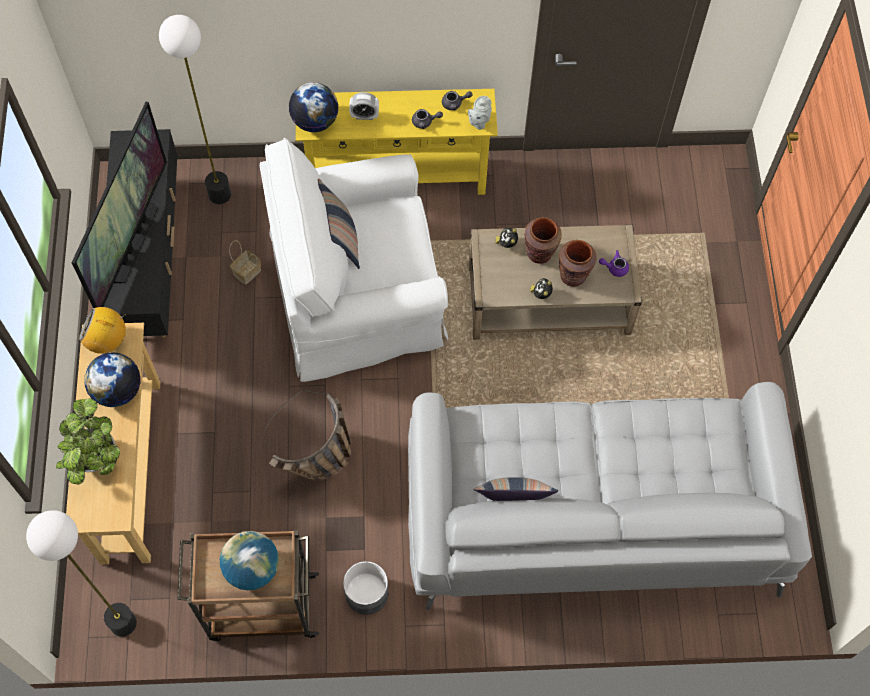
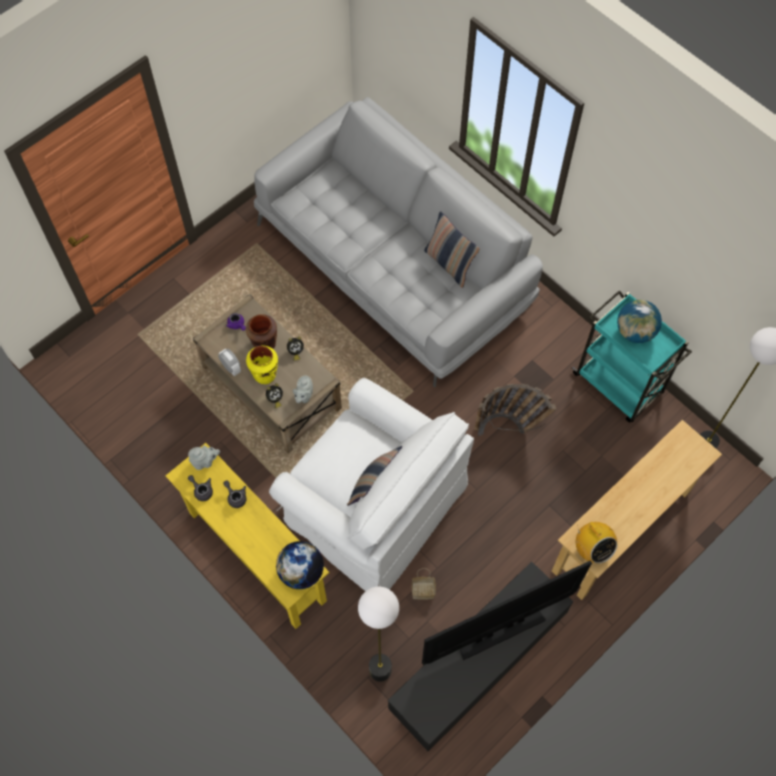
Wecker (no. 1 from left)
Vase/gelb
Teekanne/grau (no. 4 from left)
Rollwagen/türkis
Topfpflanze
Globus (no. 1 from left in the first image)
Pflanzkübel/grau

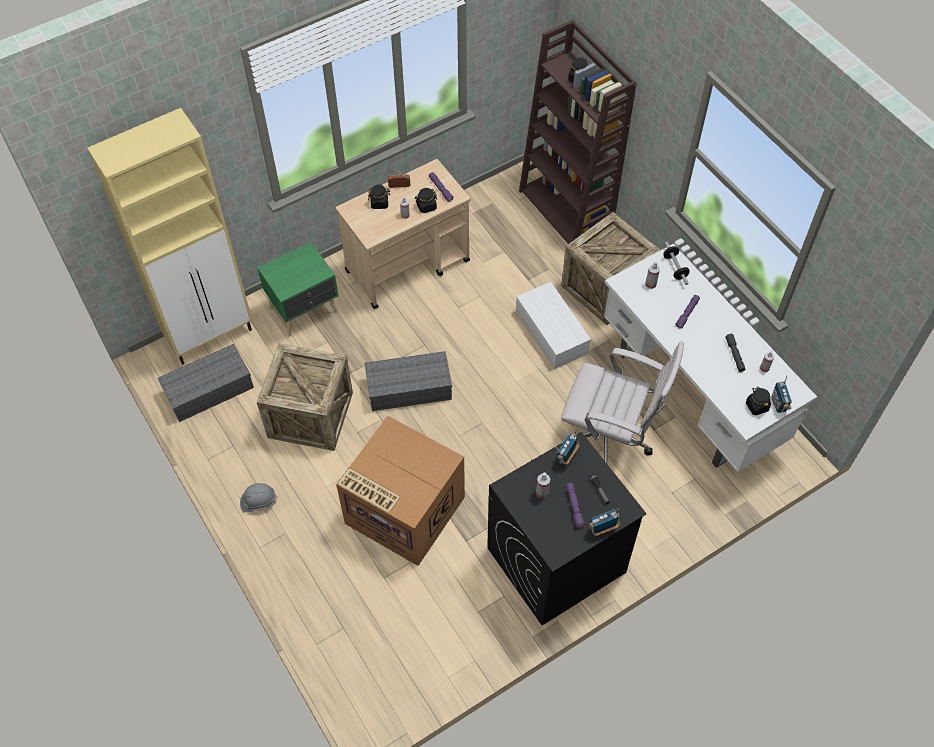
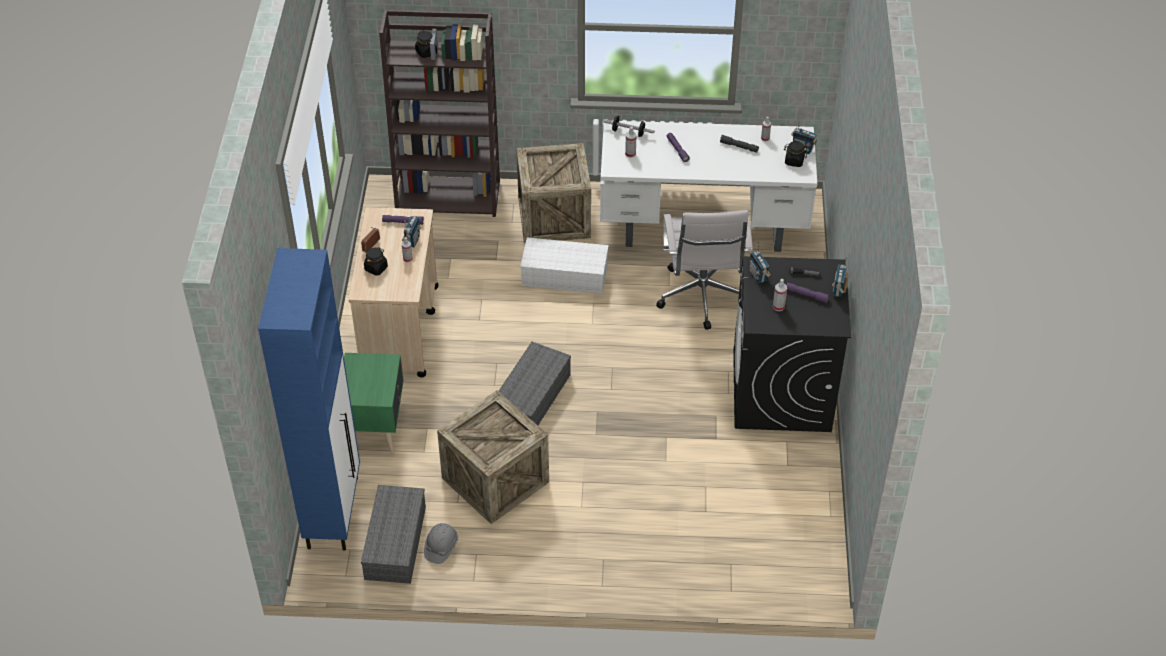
Schrank/blau
Radio (no. 2 from left)
Schutzhelm/grau
Bürostuhl/weiß
Karton

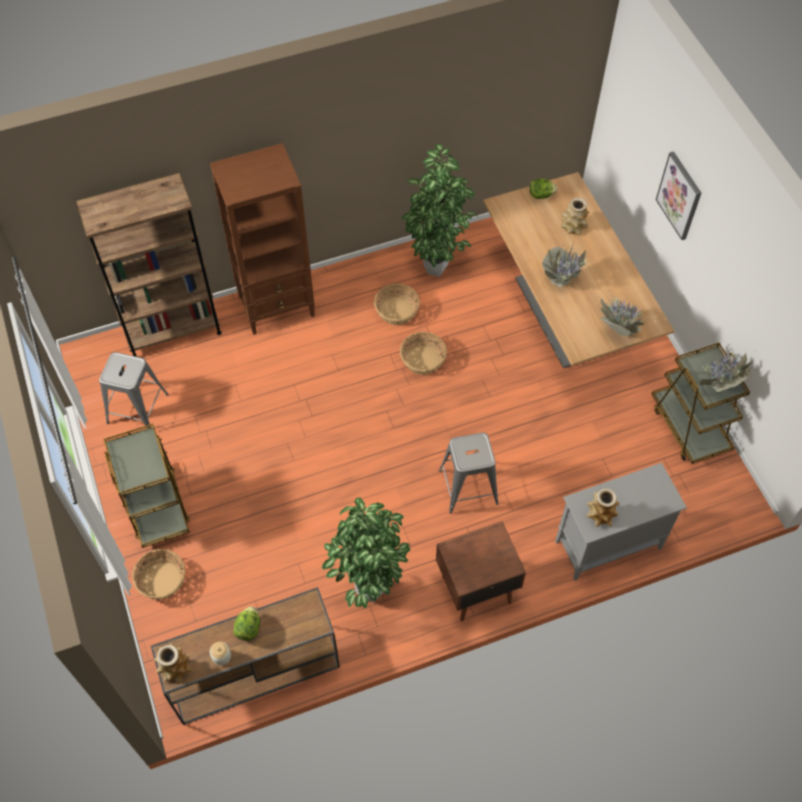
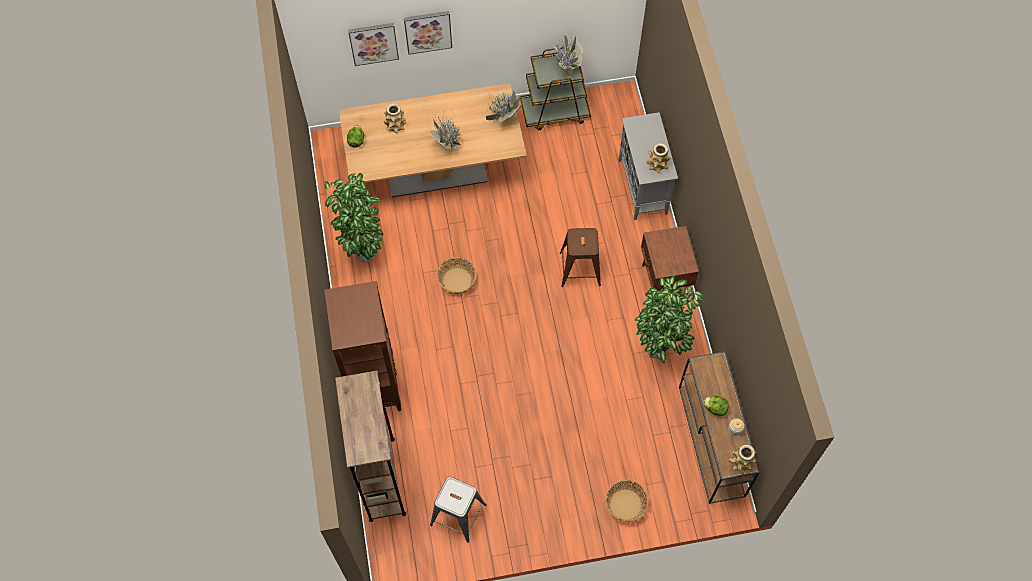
Bild (no. 1 from left)
Hocker/braun
Rollwagen/braun (no. 1 from left in the first image)
Korb (no. 2 from left in the first image)

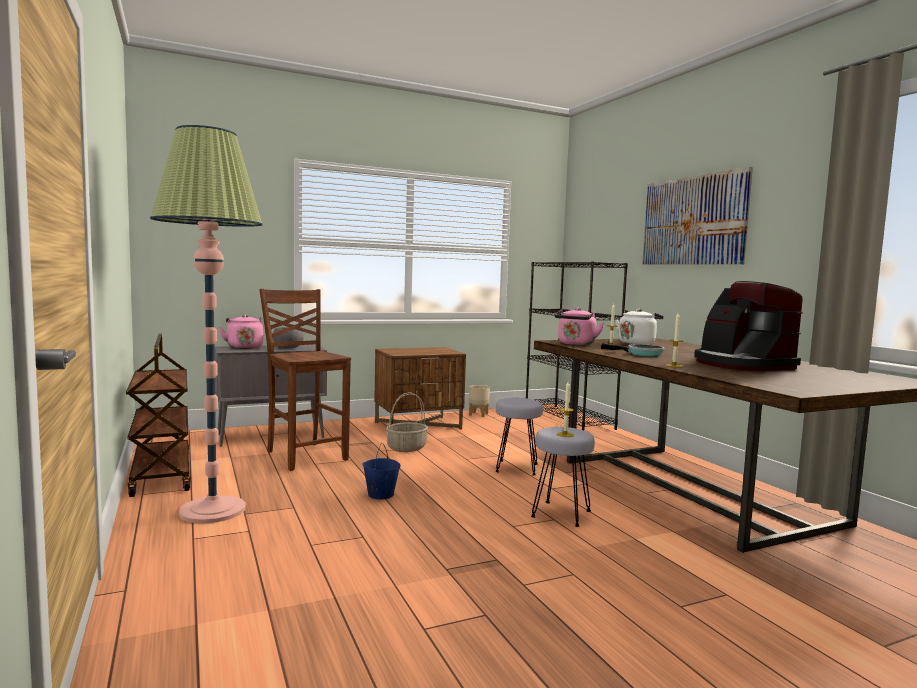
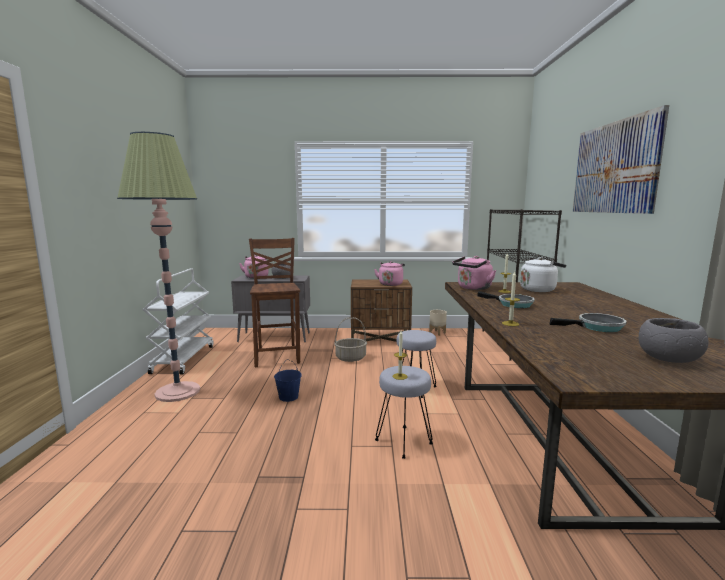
Rollwagen/weiß
Wasserkessel/rosa (no. 2 from left)
Pfanne (no. 2 from left)
Schüssel/grau (no. 2 from left)

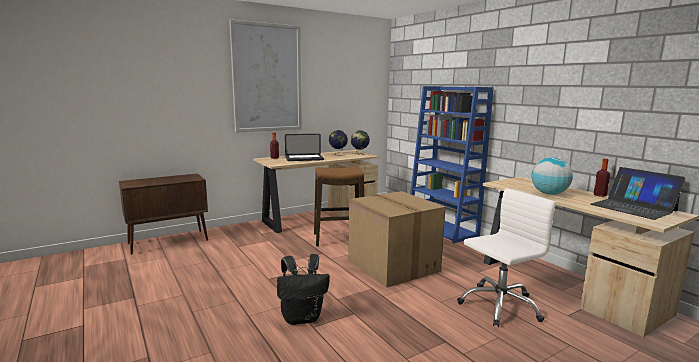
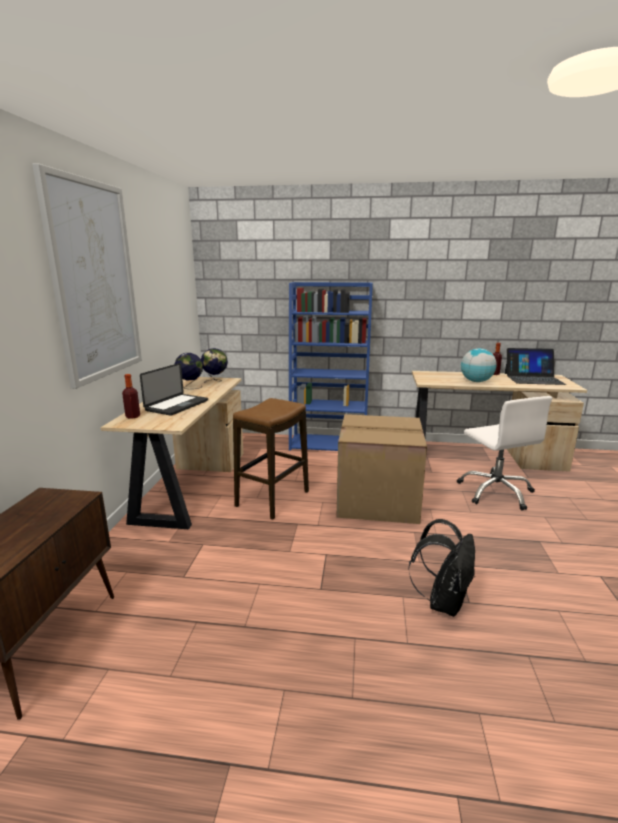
Bürostuhl/weiß

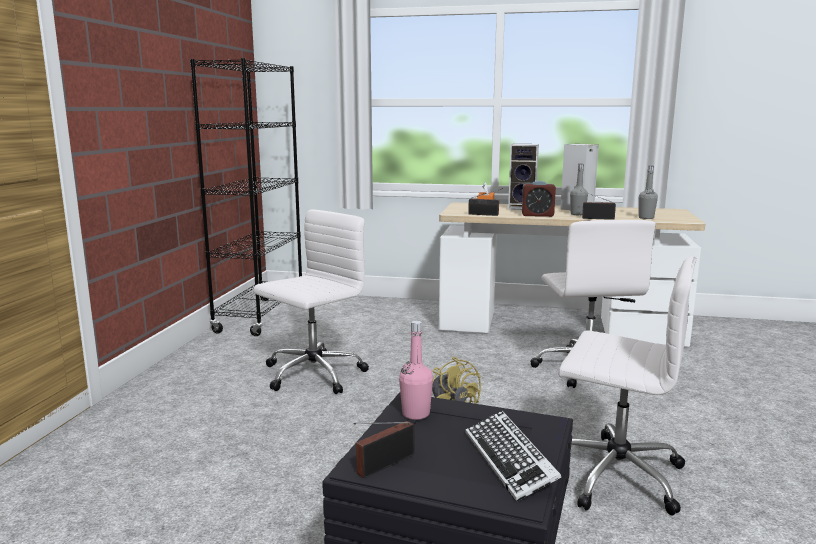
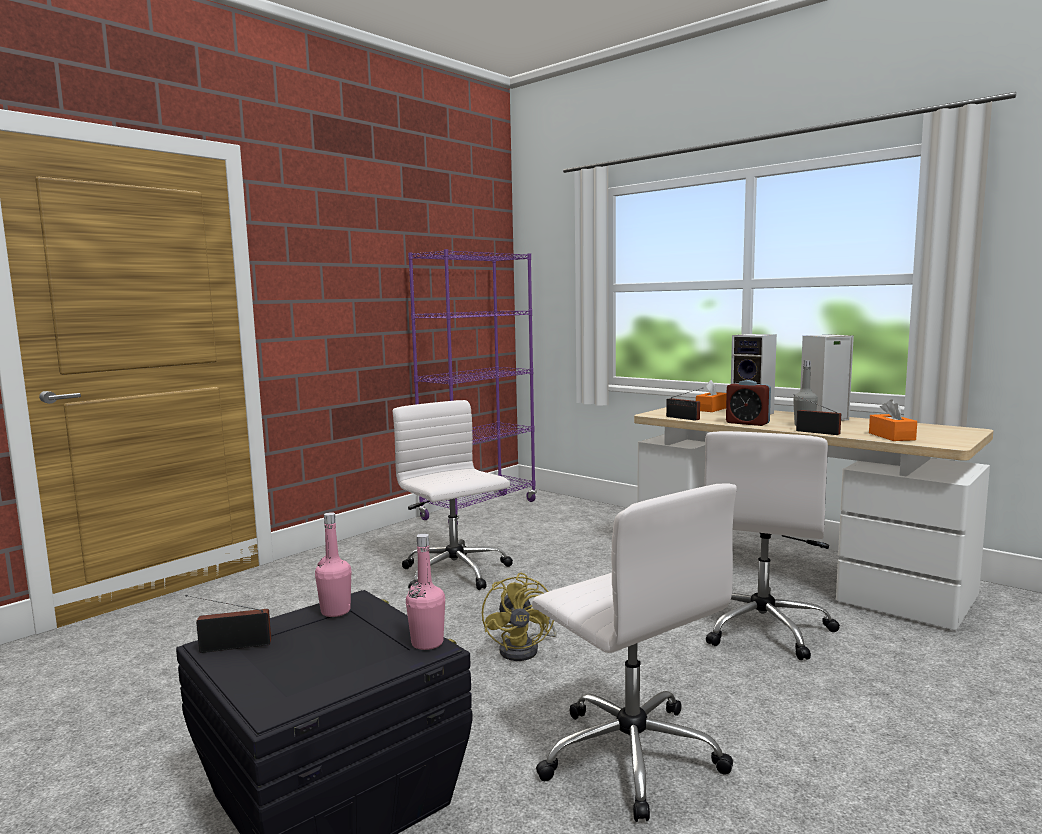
Bürostuhl/weiß (no. 1 from left)
Flasche/rosa (no. 2 from left)
Bücherregal/lila
Taschentuchbox/orange (no. 2 from left)
Tastatur

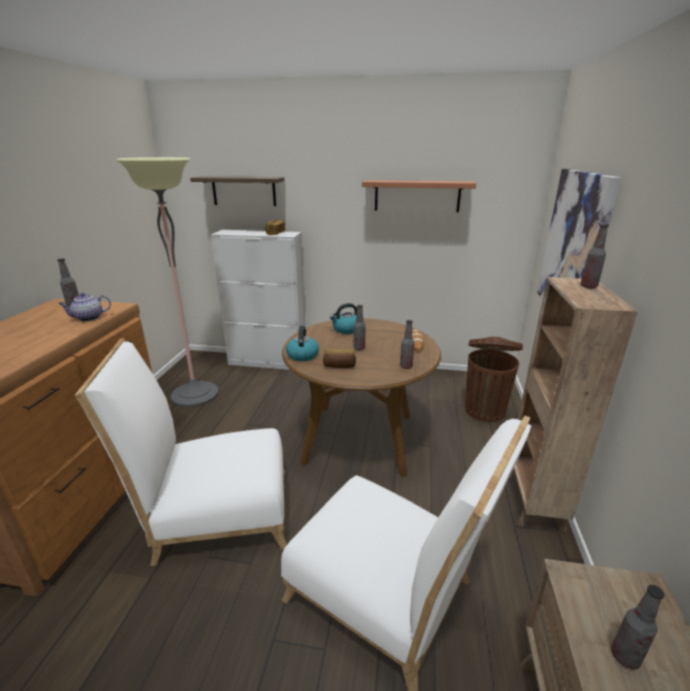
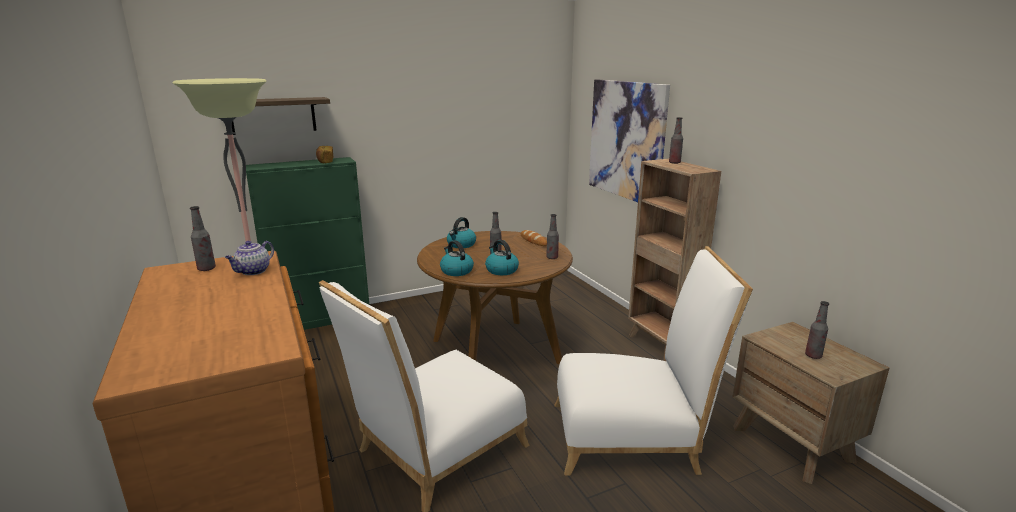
Schrank/grün
Wasserkessel (no. 3 from left)
Wandregal (no. 2 from left in the first image)
Mülleimer/braun

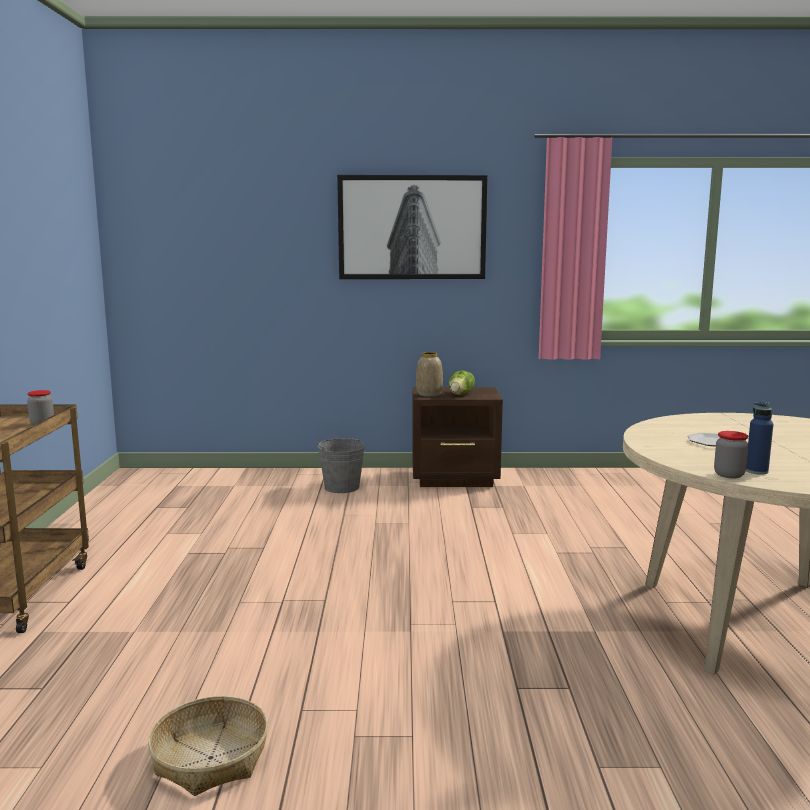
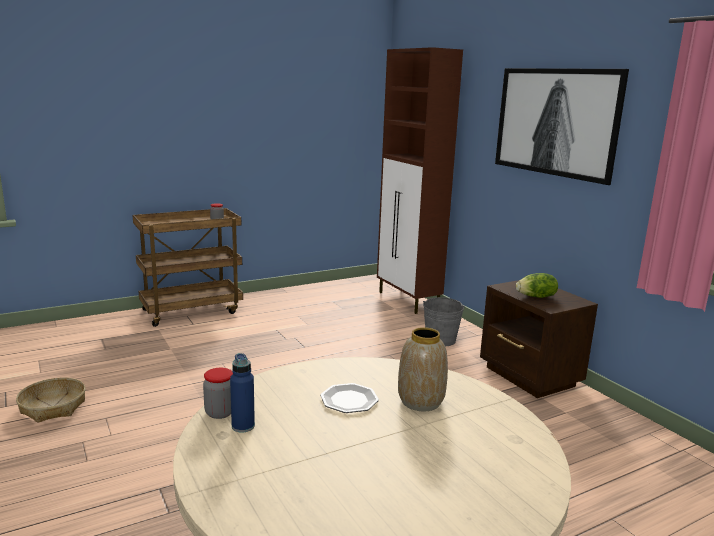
Schrank/braun
Vase

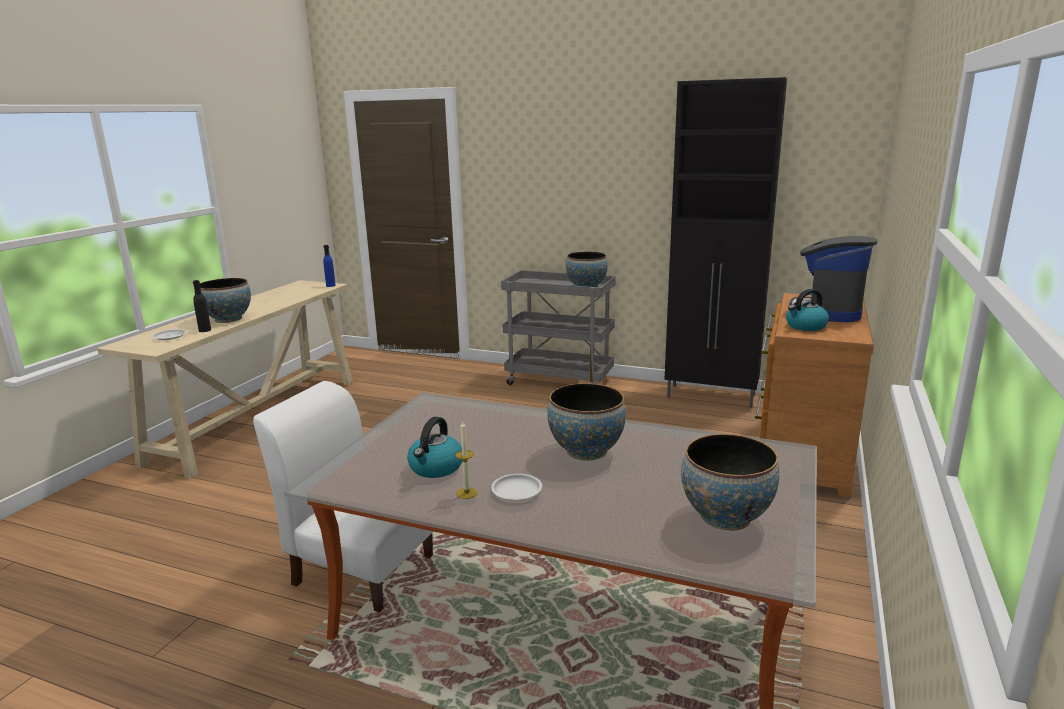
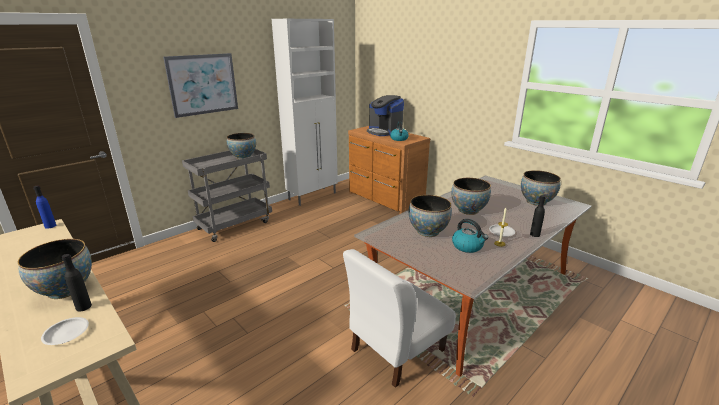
Bild
Schrank/weiß
Schüssel (no. 3 from left)
Flasche/schwarz (no. 2 from left)

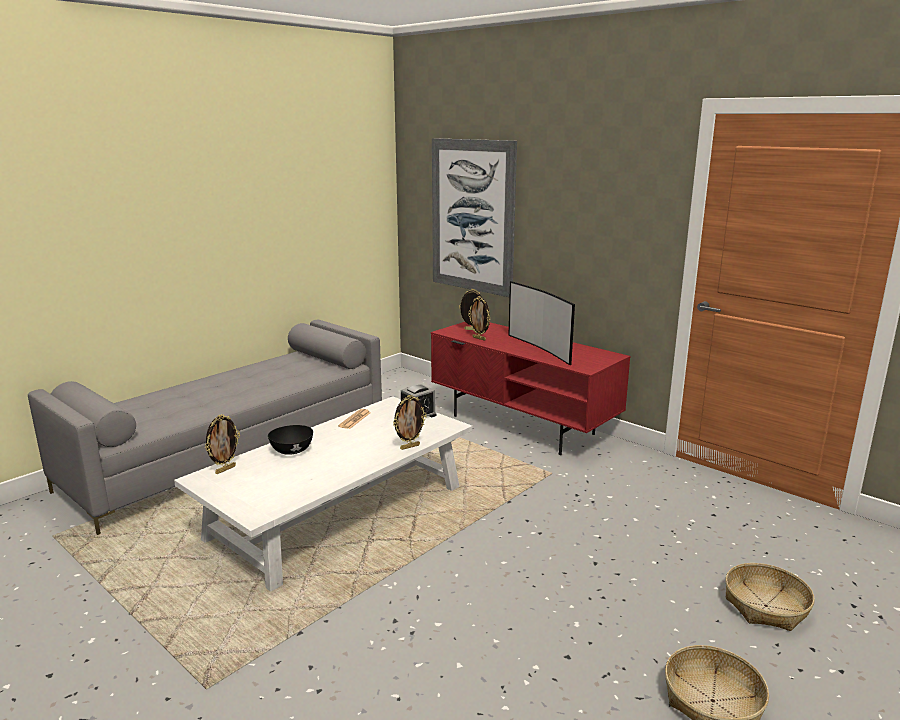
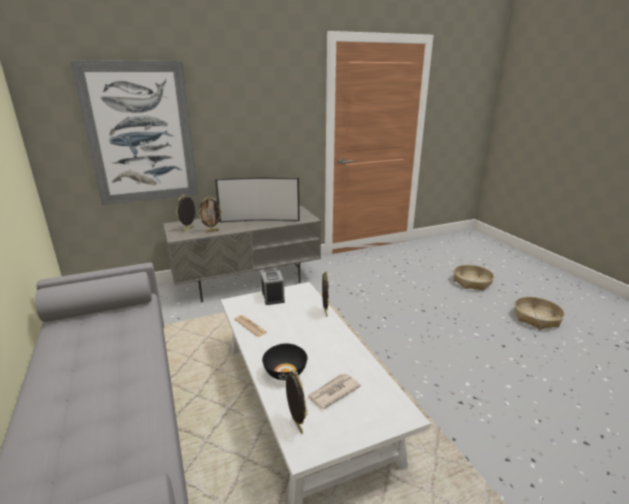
Fernsehschrank/grau
Zeitung (no. 2 from left)

